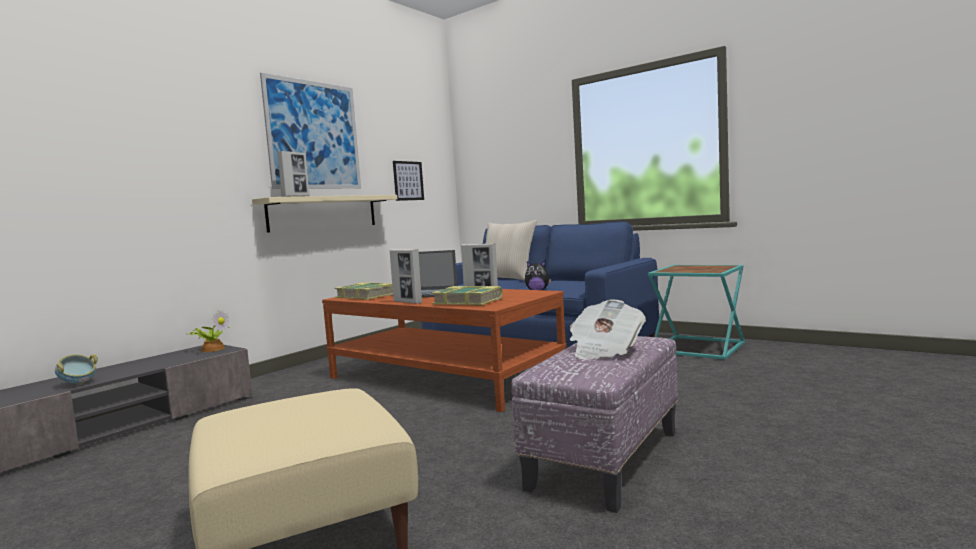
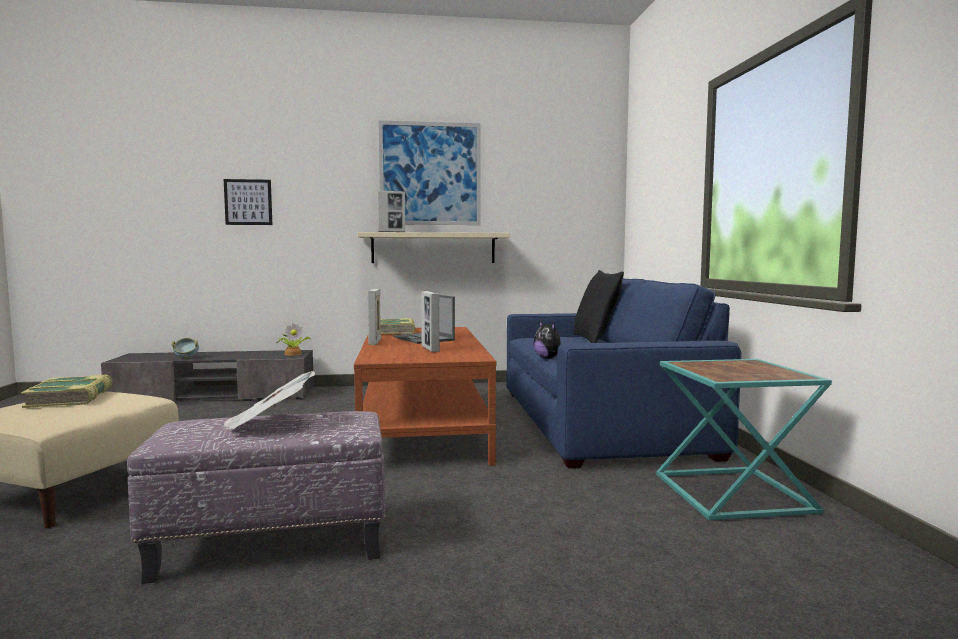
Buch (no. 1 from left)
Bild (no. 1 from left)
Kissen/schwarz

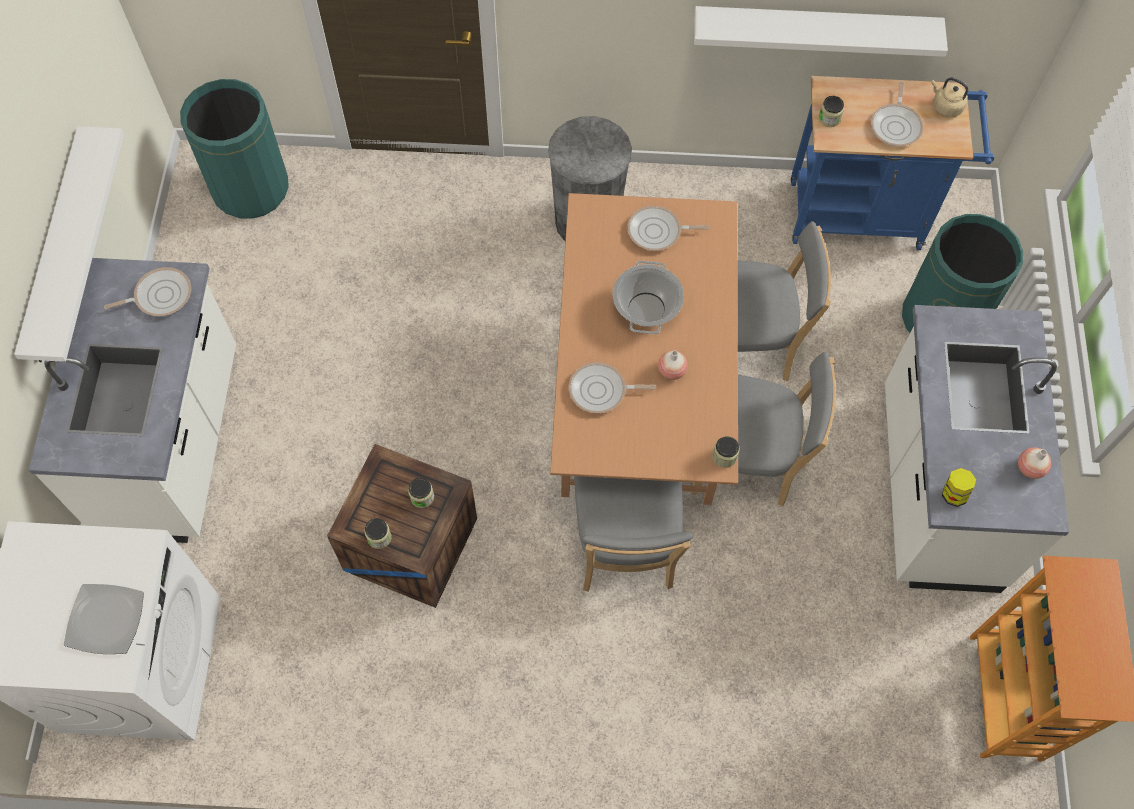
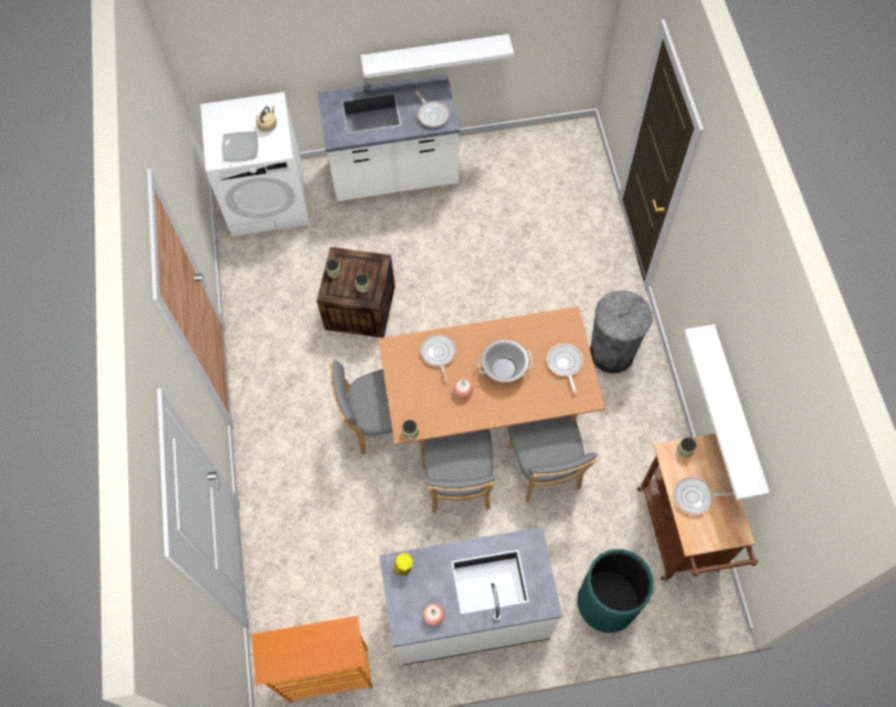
Wasserkessel/beige
Rollwagen/braun
Mülleimer/grün (no. 1 from left in the first image)

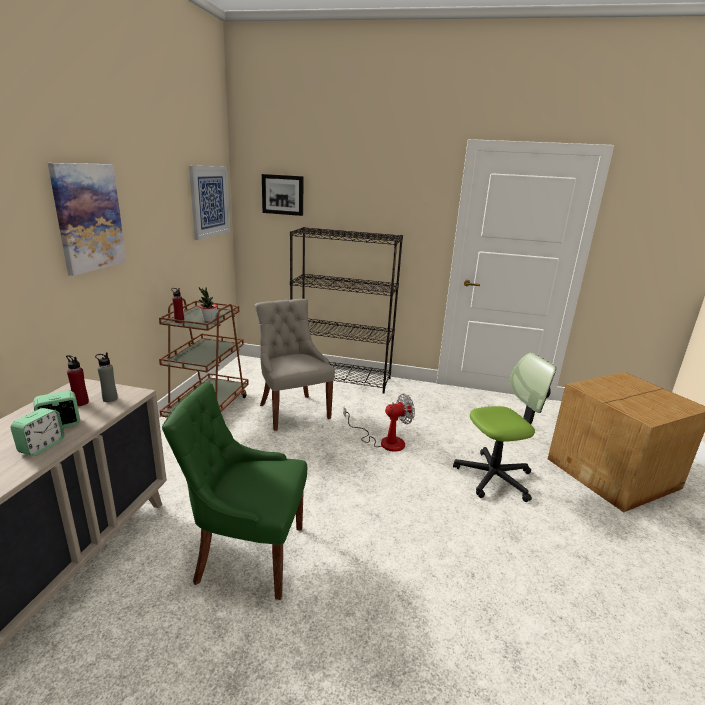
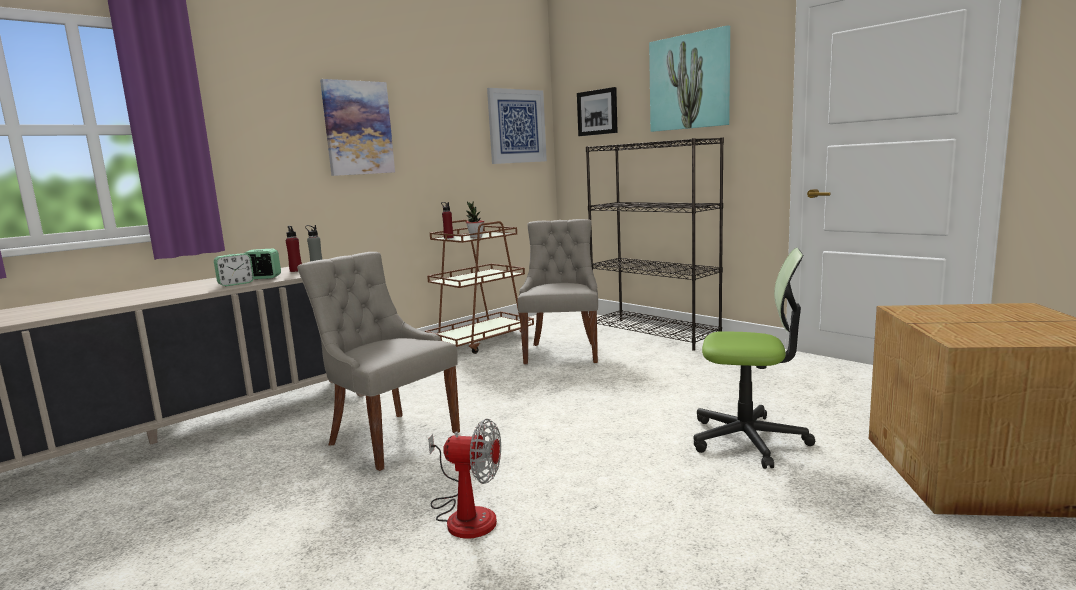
Stuhl/grau (no. 1 from left)
Ventilator
Bild (no. 4 from left)

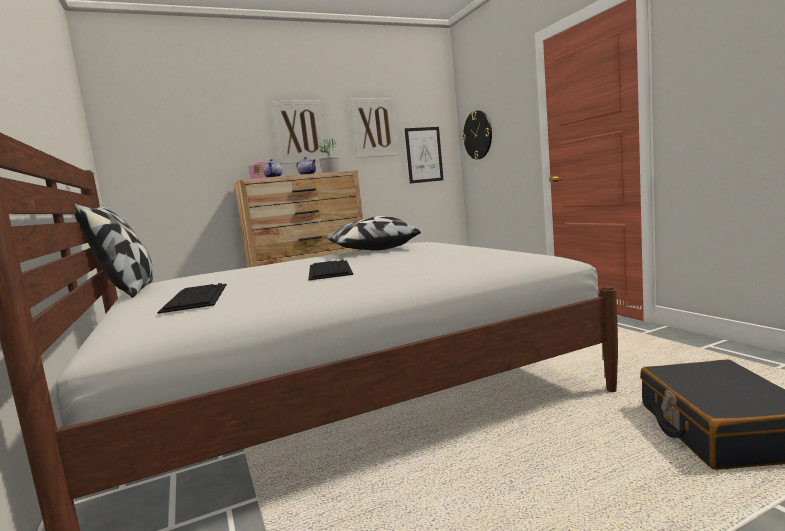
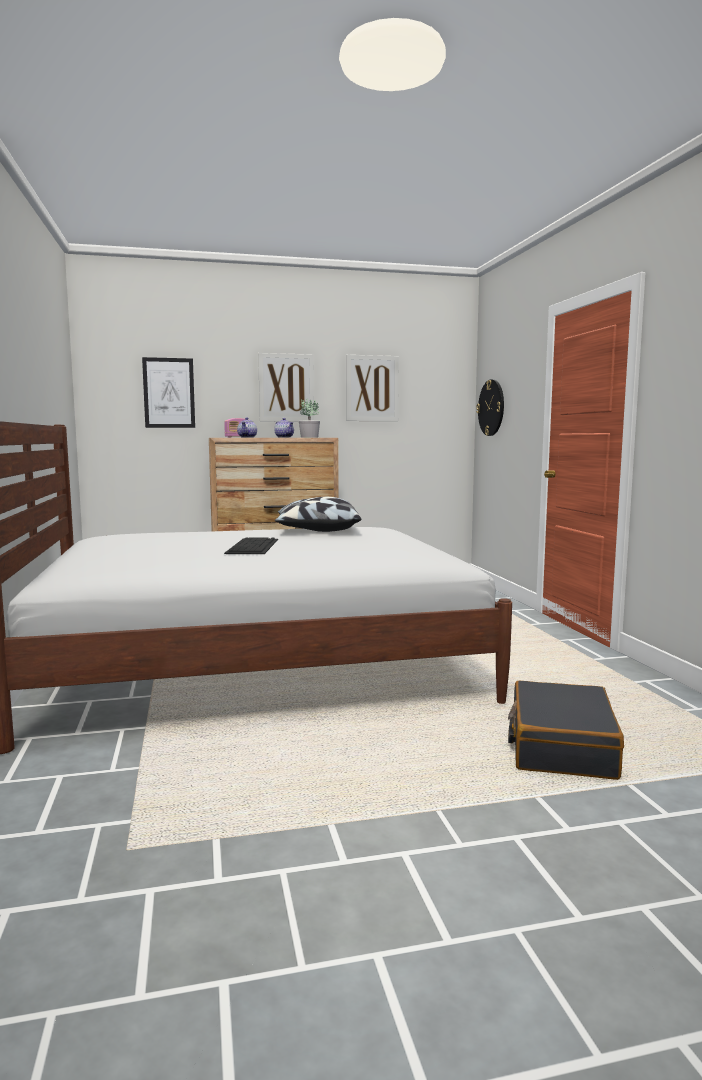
Bild (no. 1 from left)
Kissen (no. 1 from left in the first image)
Tastatur (no. 1 from left in the first image)

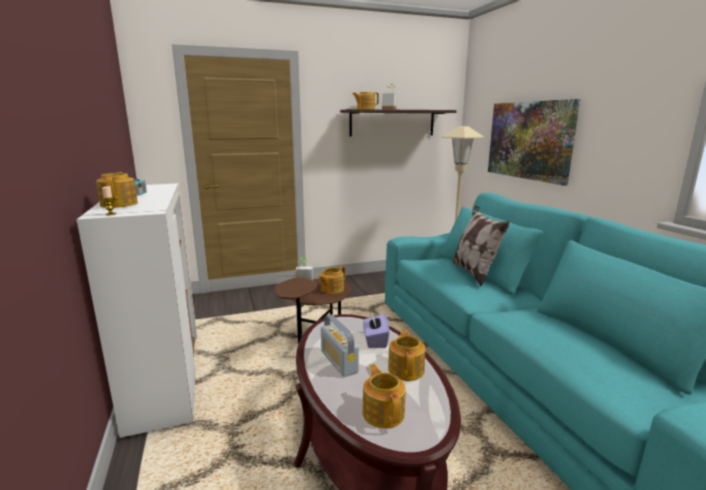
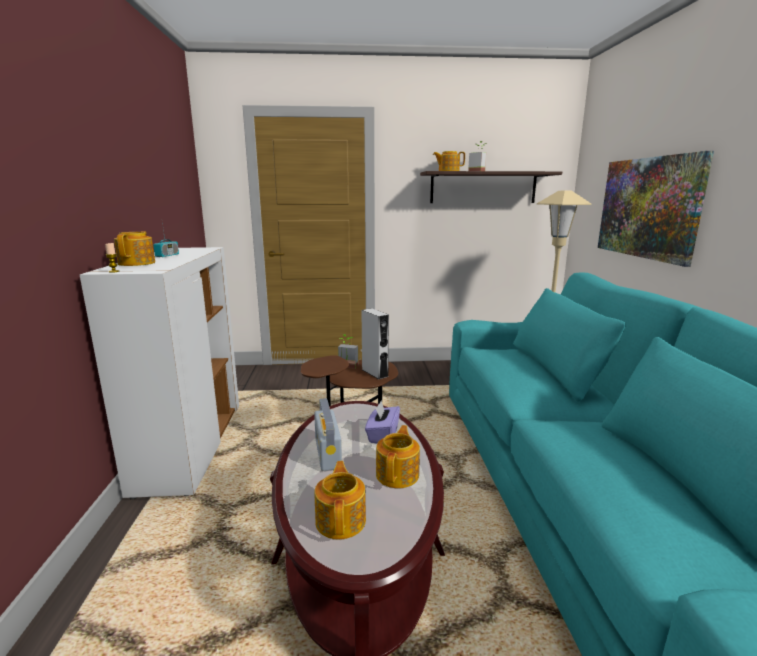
Lautsprecher/grau
Kissen

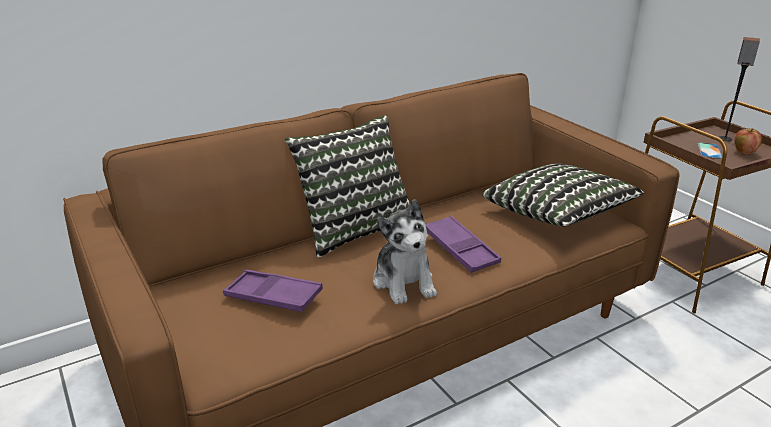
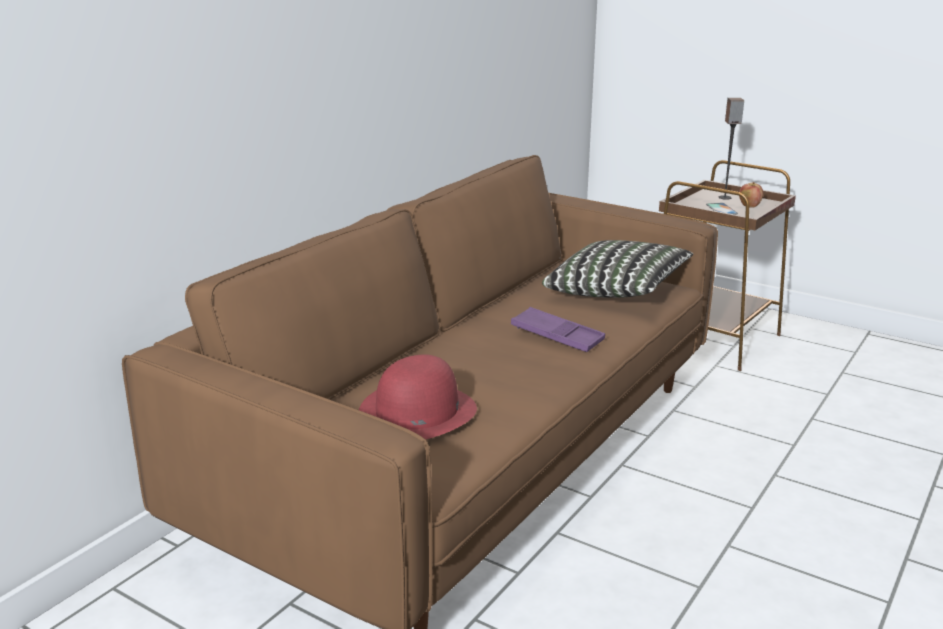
Hut/rot
Kissen (no. 1 from left in the first image)
Plüschtier

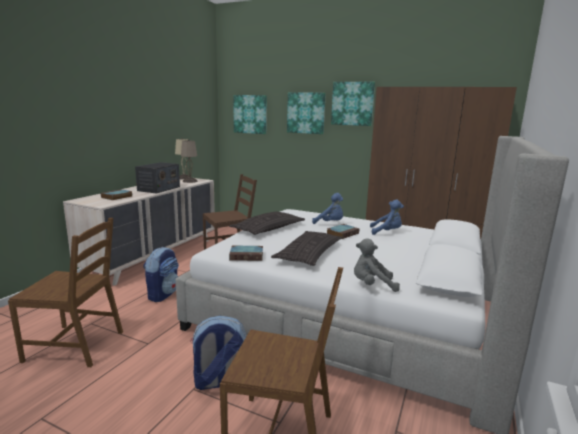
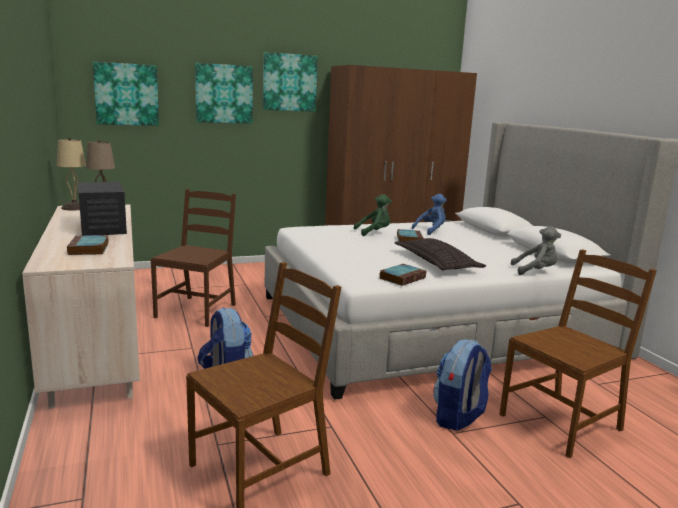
Plüschtier/grün
Plüschtier/grau
Kissen (no. 1 from left in the first image)

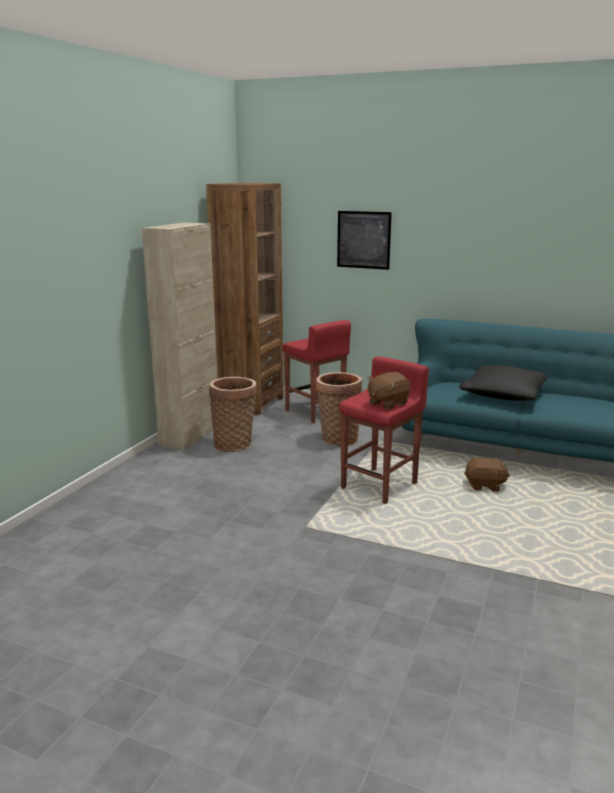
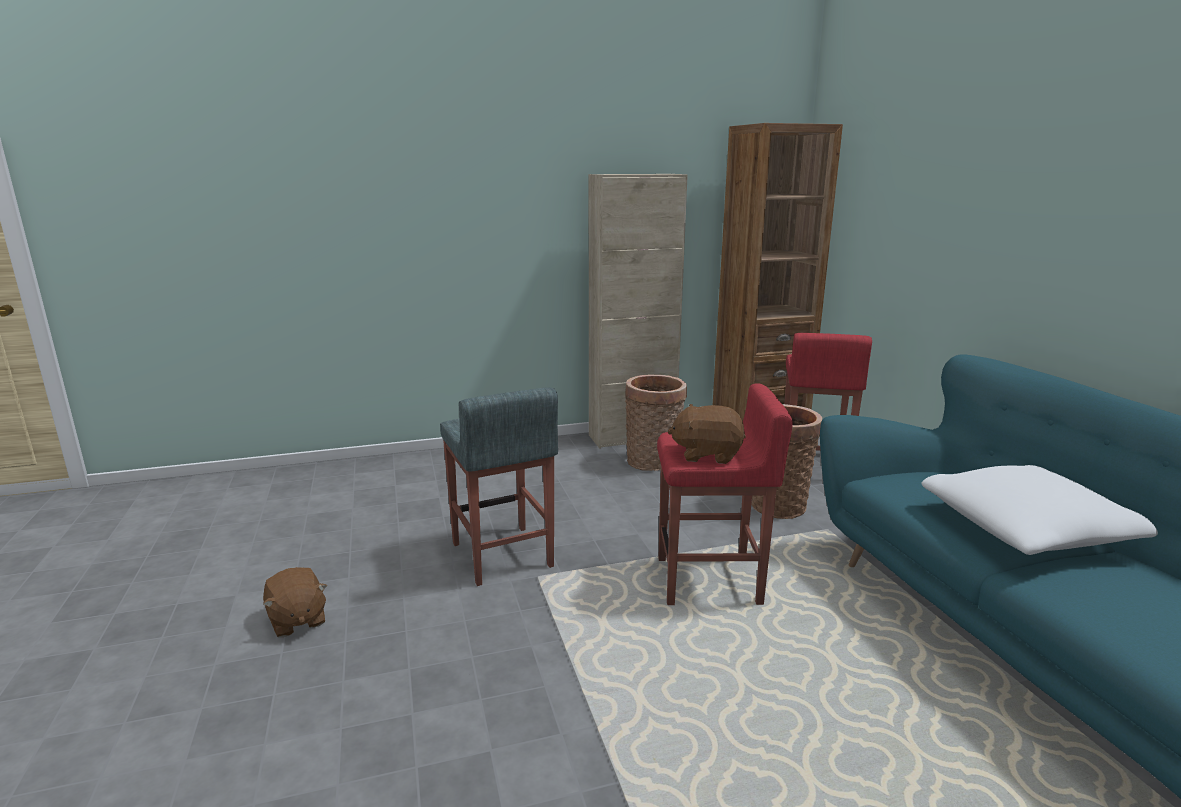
Plüschtier/braun (no. 1 from left)
Hocker/grau
Kissen/weiß
Bild

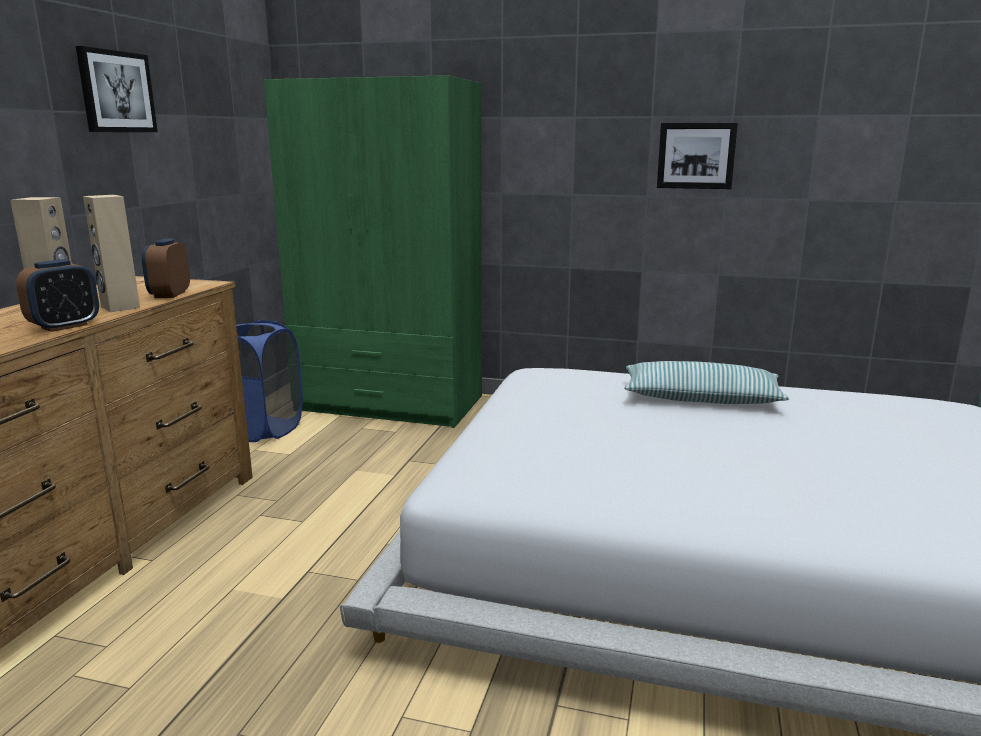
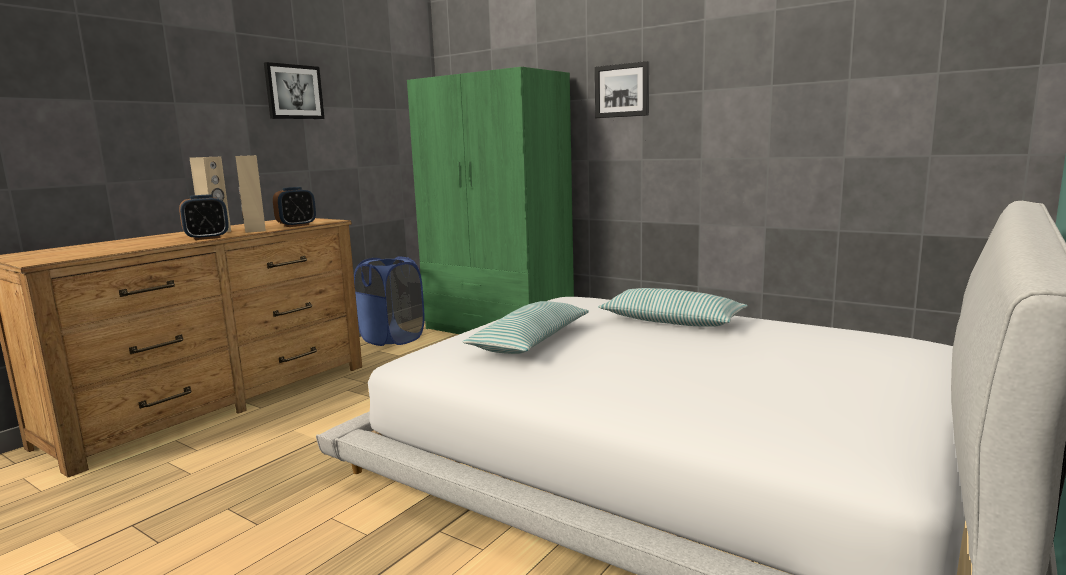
Wecker (no. 2 from left)
Kissen (no. 1 from left)
Bild (no. 2 from left)

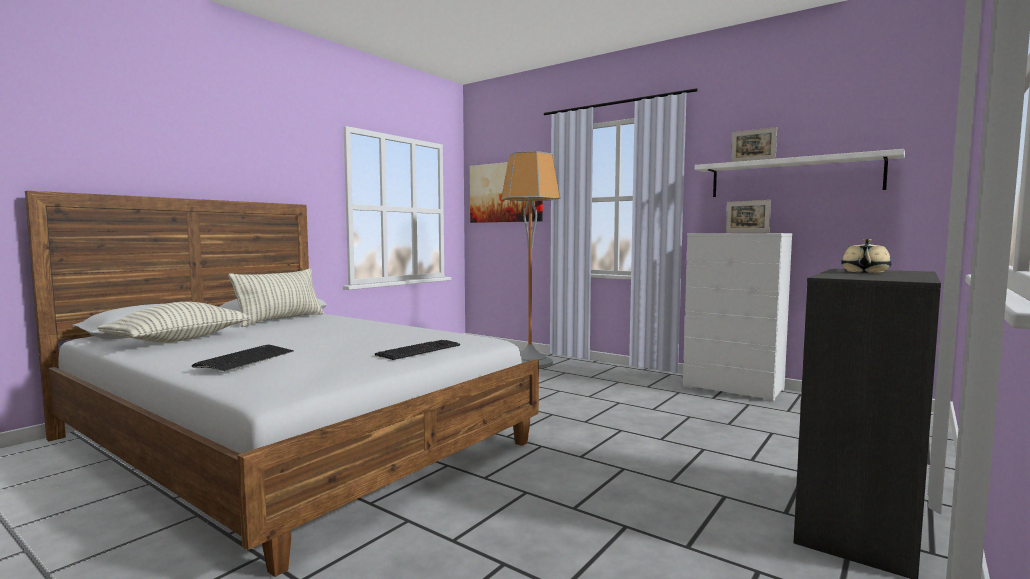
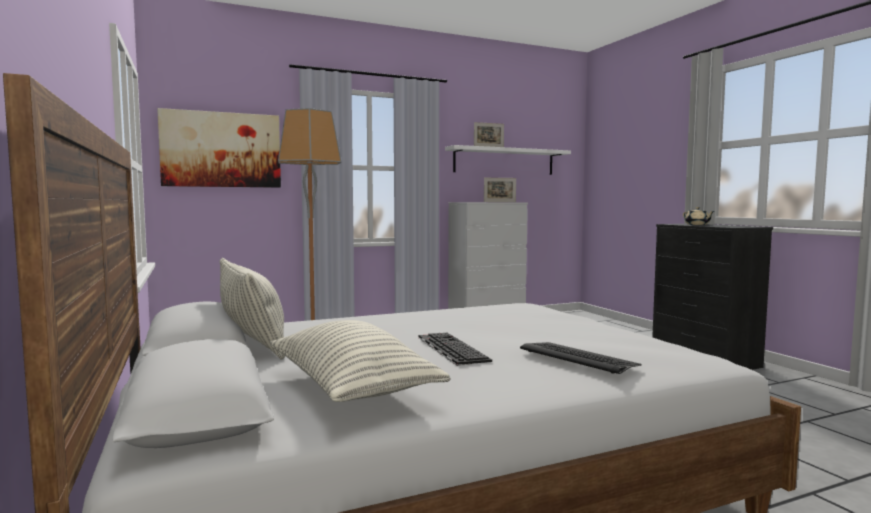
Tastatur (no. 1 from left)

